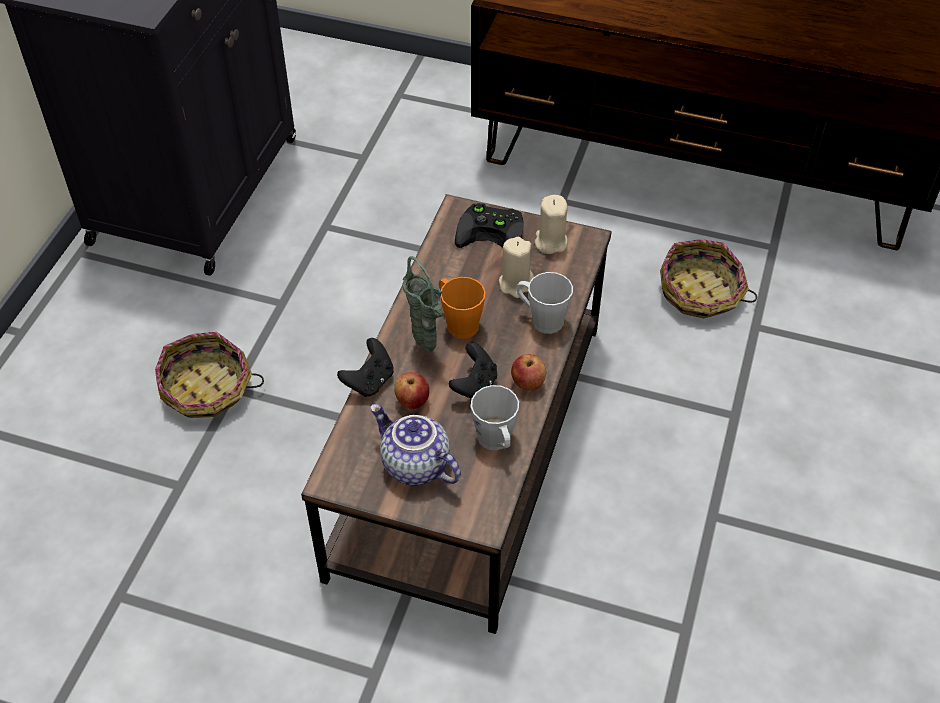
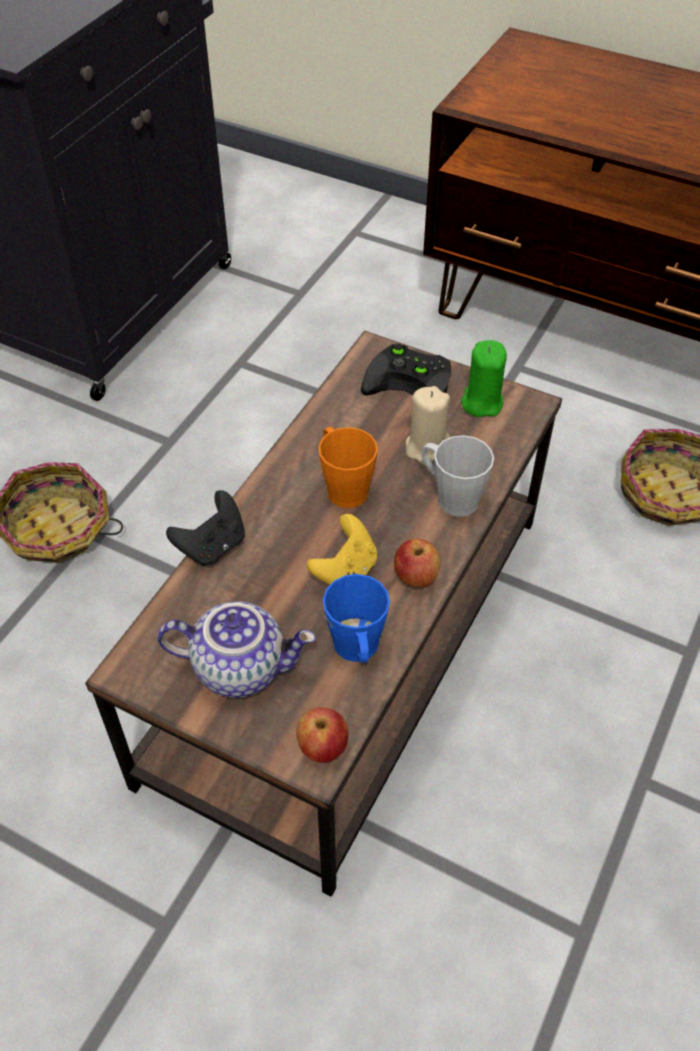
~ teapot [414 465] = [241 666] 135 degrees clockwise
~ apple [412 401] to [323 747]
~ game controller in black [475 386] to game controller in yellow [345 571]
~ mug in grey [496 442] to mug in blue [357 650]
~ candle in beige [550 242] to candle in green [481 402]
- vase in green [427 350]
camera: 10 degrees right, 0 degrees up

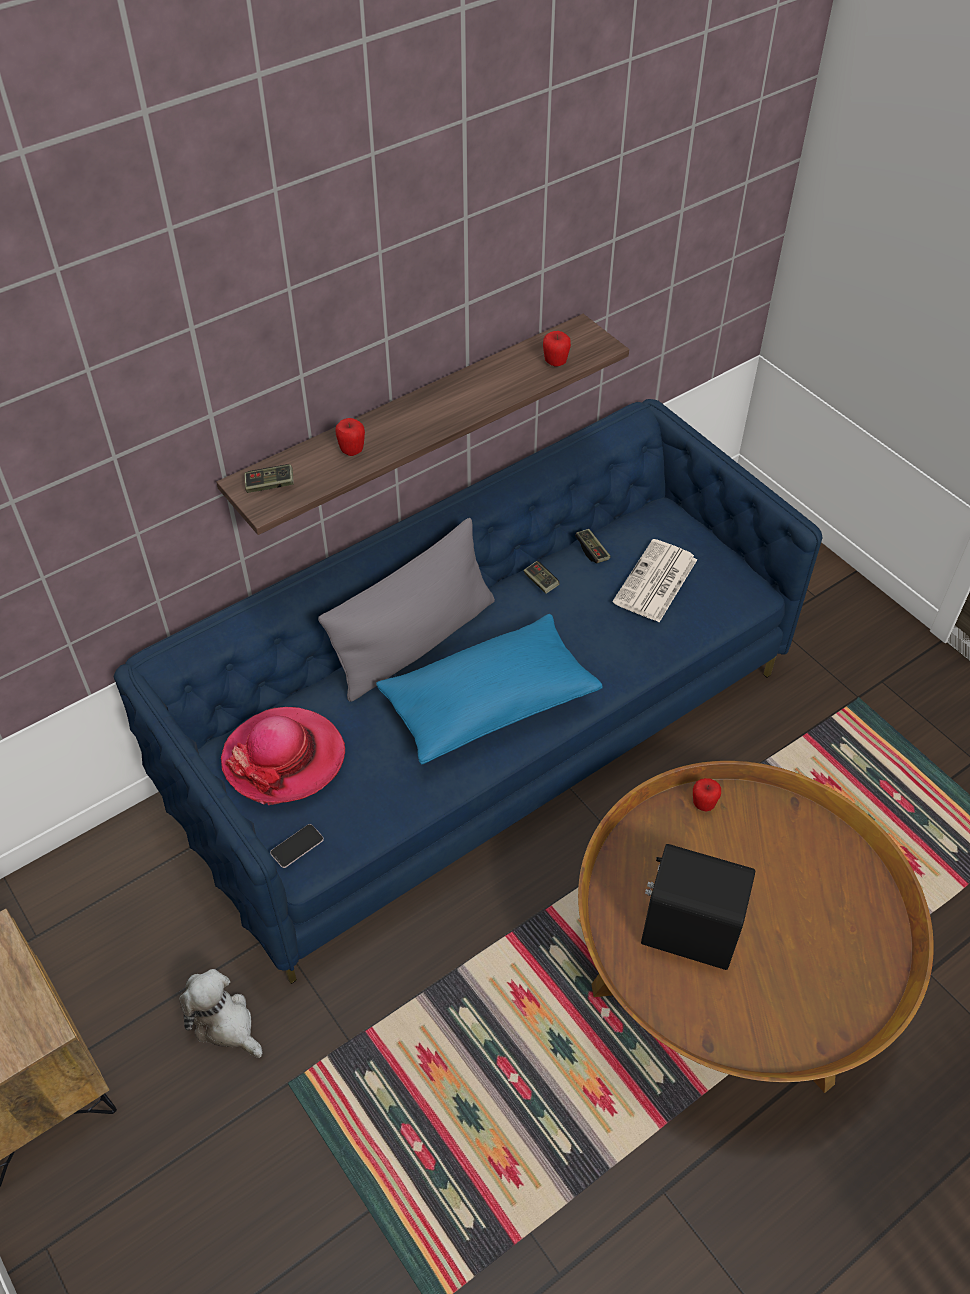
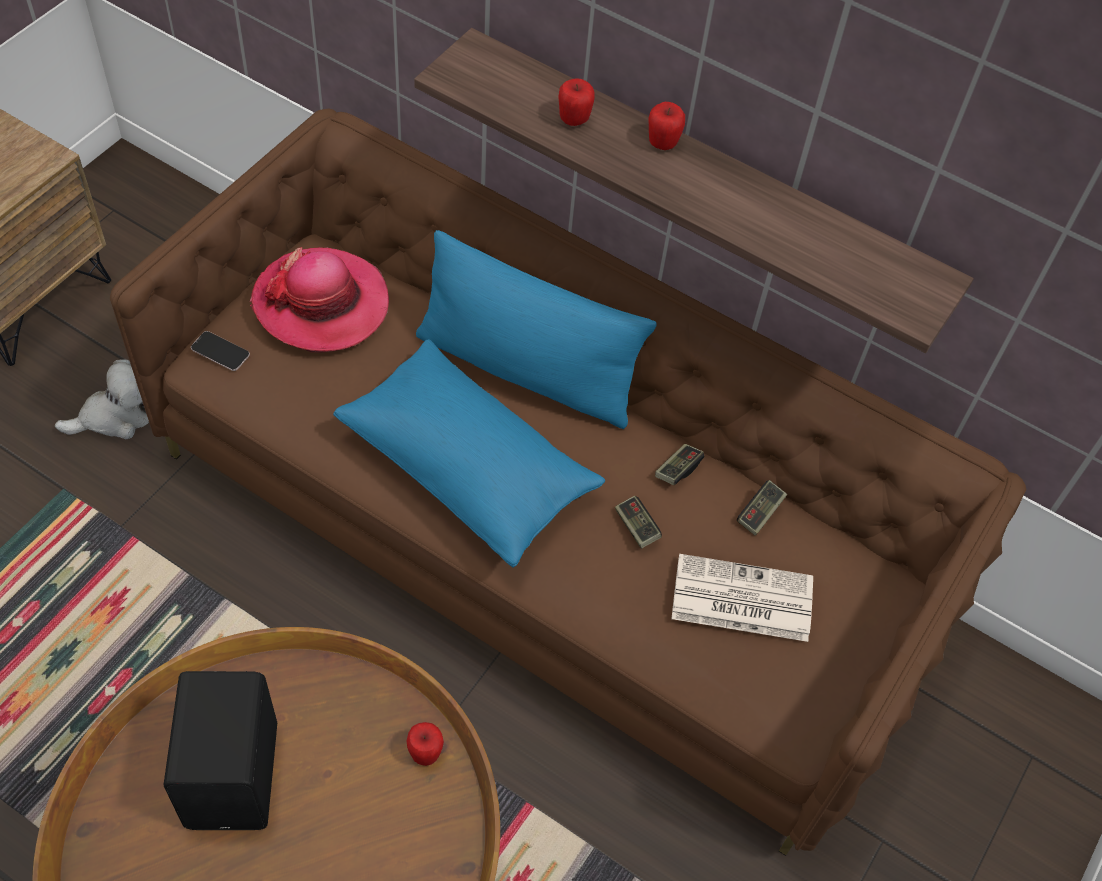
~ plush toy [224 1023] = [116 416] 45 degrees clockwise
~ sofa in blue [485 735] to sofa in brown [541 538]
~ pillow in grey [415 642] to pillow in blue [526 370]
~ game controller [270 485] to [636 527]
~ apple [555 363] to [662 144]
camera: 65 degrees right, 5 degrees up

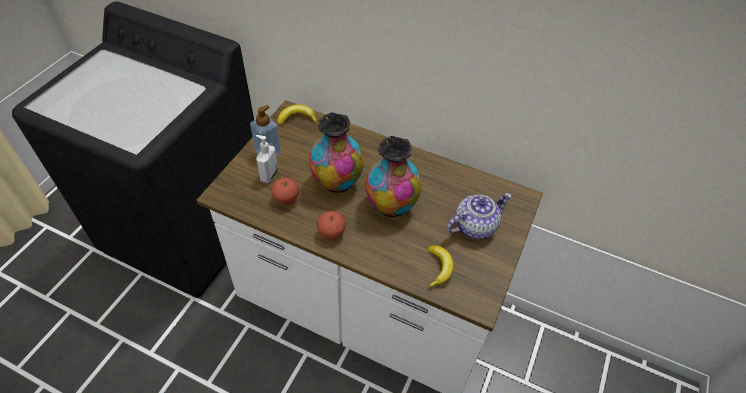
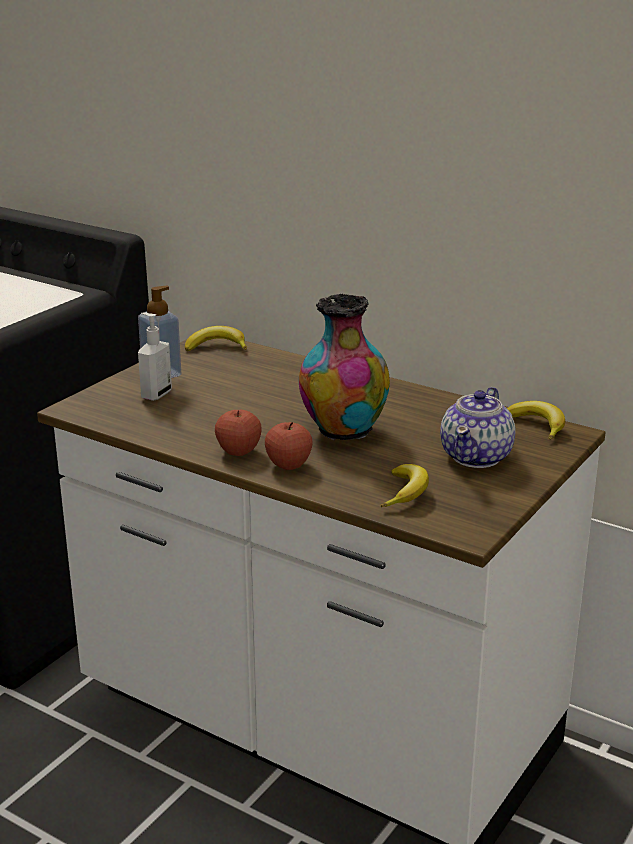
~ apple [286 199] to [288 465]
~ teapot [474 226] = [477 456] 135 degrees clockwise
+ banana [536 425]
- vase [336 182]
camera: 10 degrees right, 25 degrees down

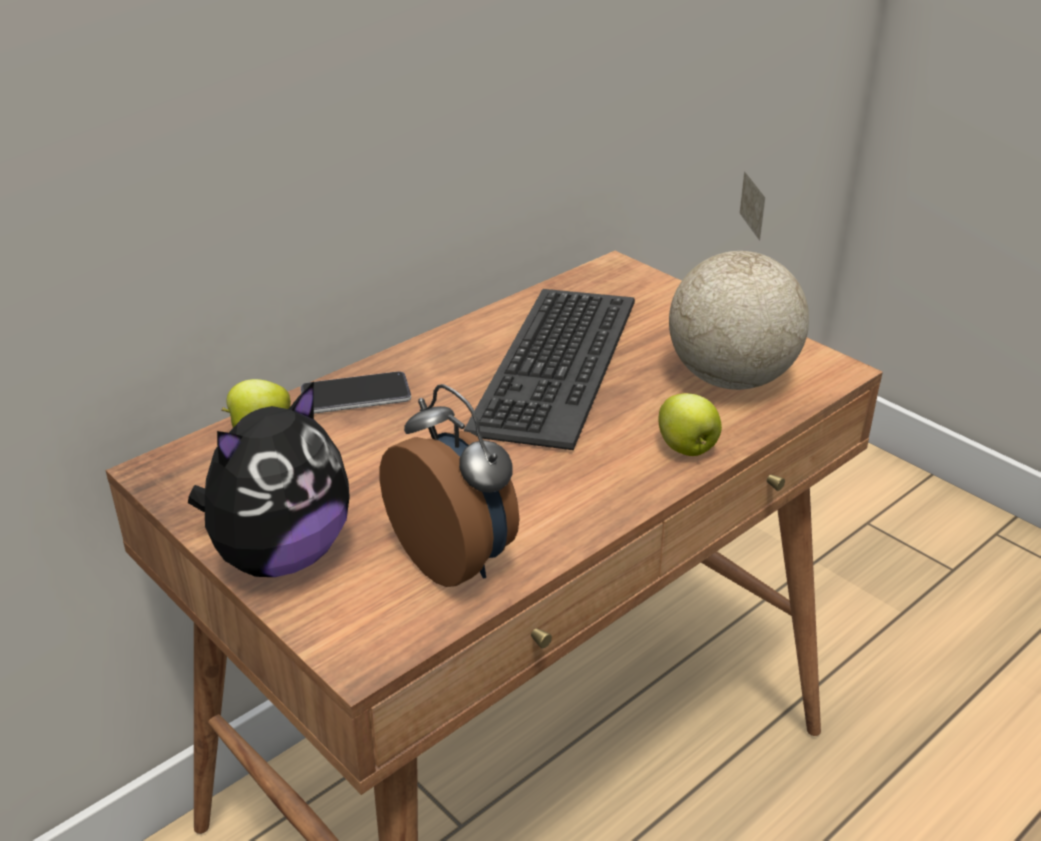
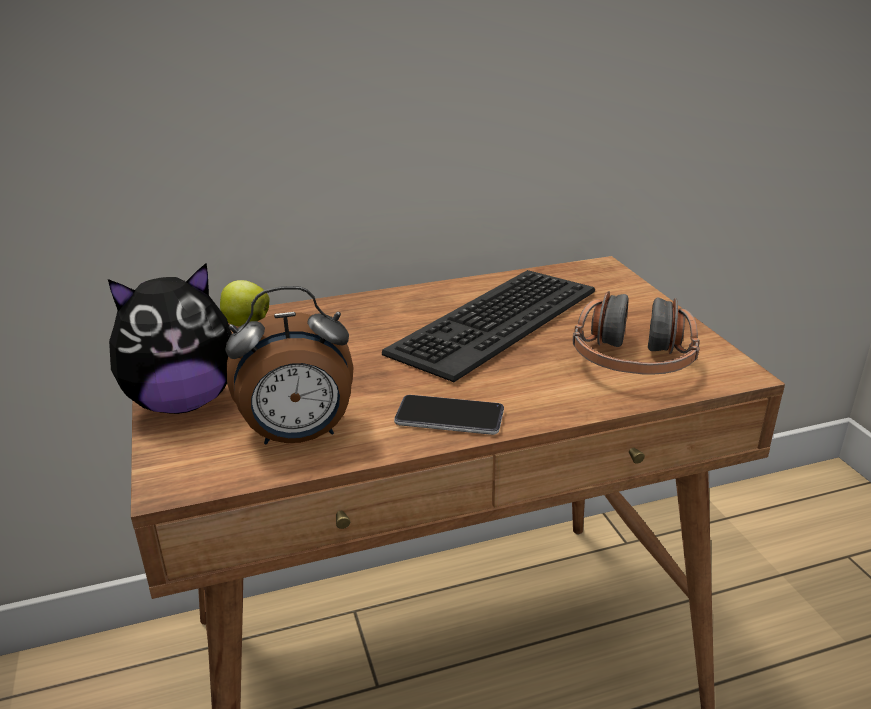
~ alarm clock [456 559] = [299 436] 90 degrees clockwise
~ phone [355 395] to [449 417]
~ globe [730 380] to headphones [632 361]
- apple [687 449]
camera: 25 degrees right, 5 degrees down

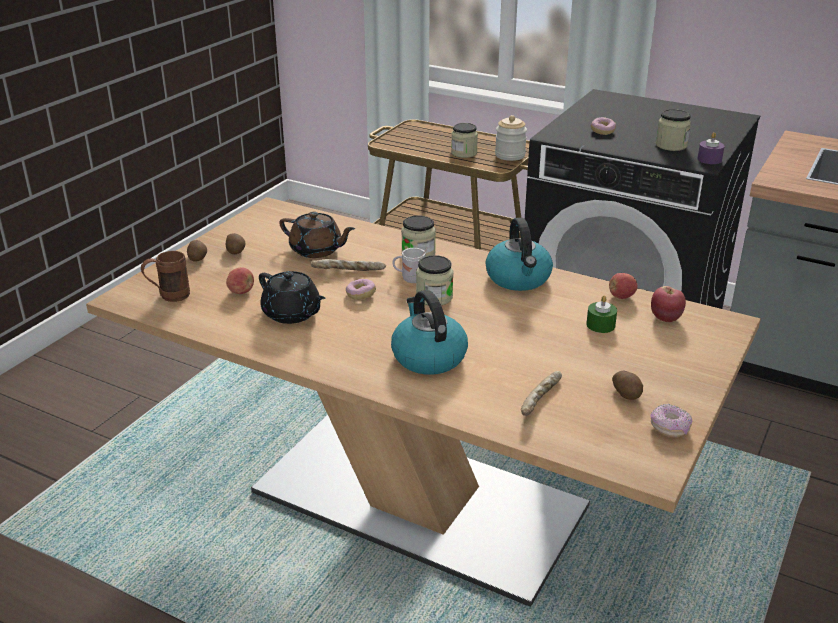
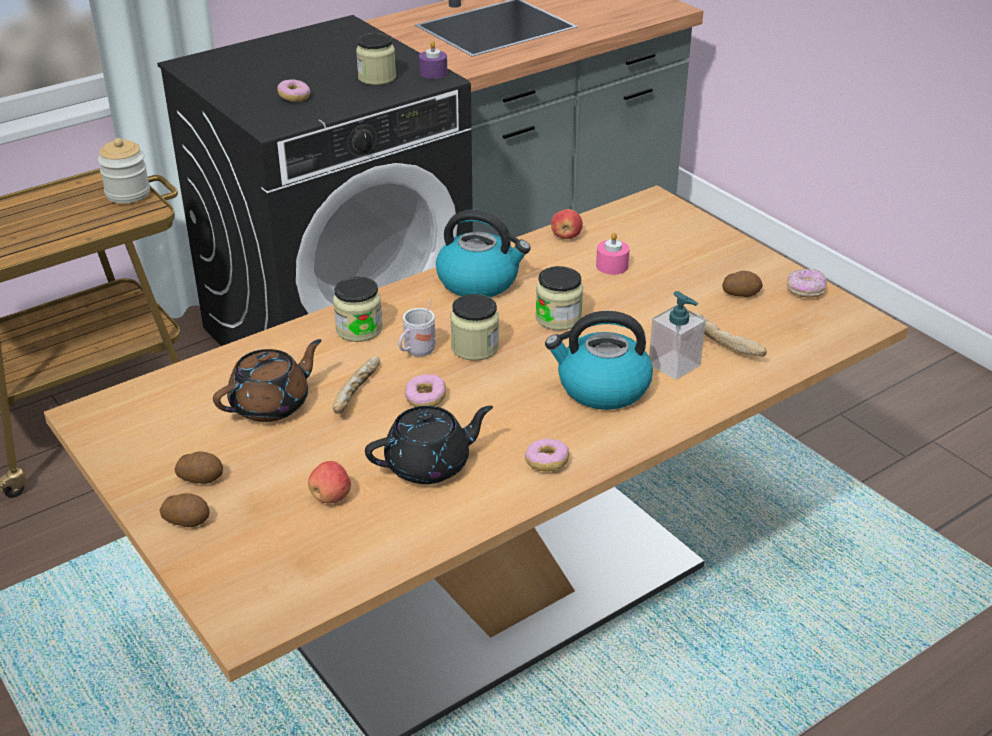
+ donut [547 463]
~ jar [464 153] to [558 318]
~ candle in green [600 325] to candle in pink [612 266]
+ soap dispenser [674 365]
- mug in brown [168 297]
- apple [666 318]
camera: 65 degrees left, 5 degrees up

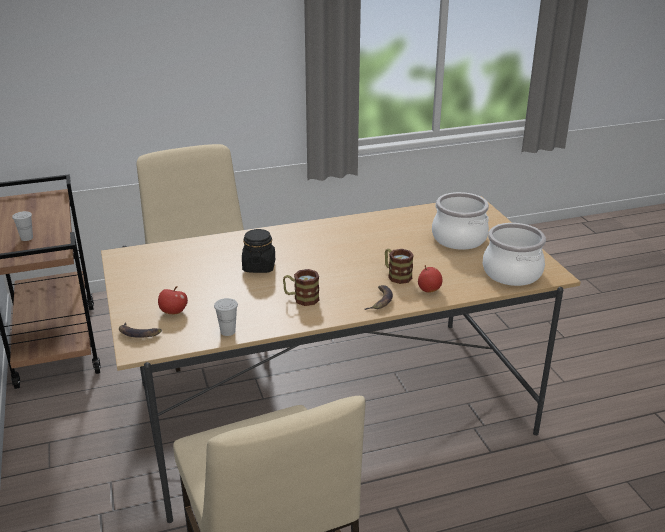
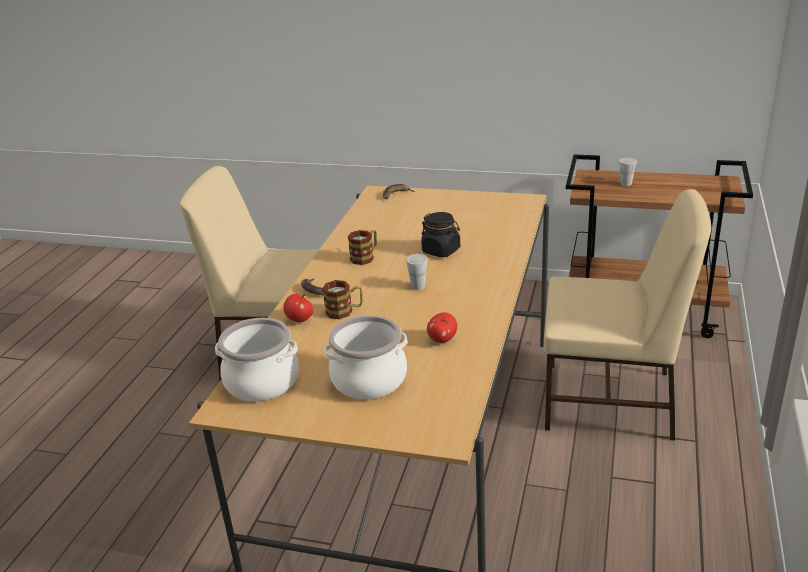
~ cup in white [228 331] to [418 286]
~ apple [173 312] to [442 339]
camera: 125 degrees right, 0 degrees up

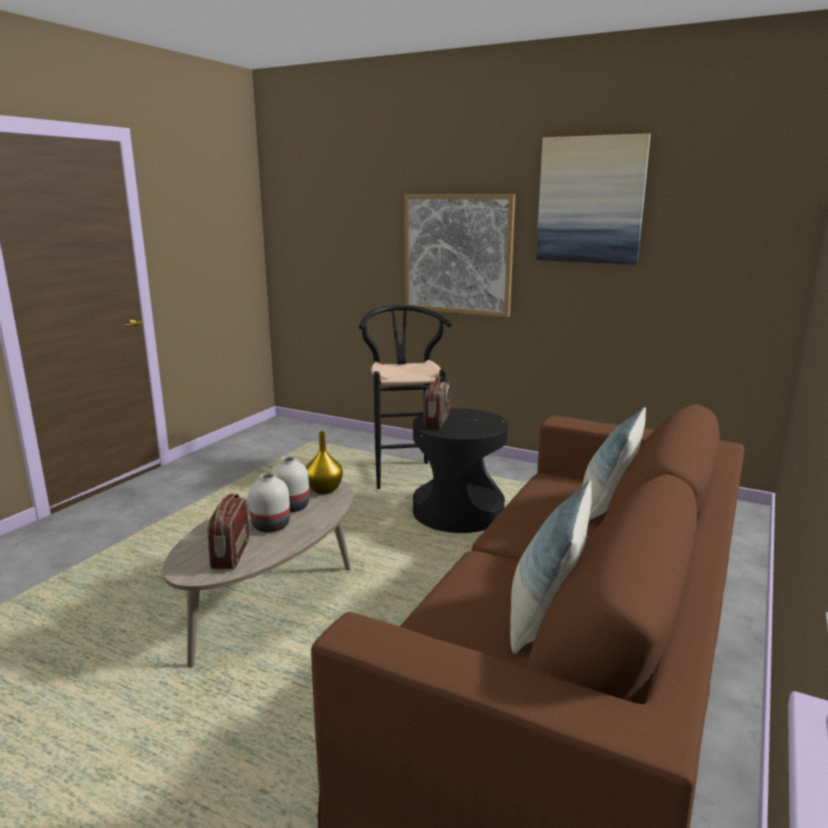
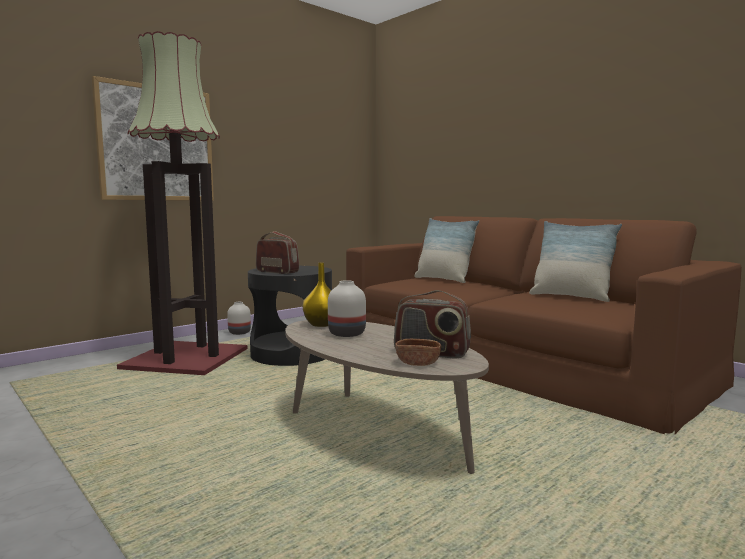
~ stool in black [405 472] to floor lamp [186 358]
~ vase in white [272 525] to [239 332]
+ bowl in brown [417 363]
- picture [590 200]
camera: 70 degrees left, 10 degrees down

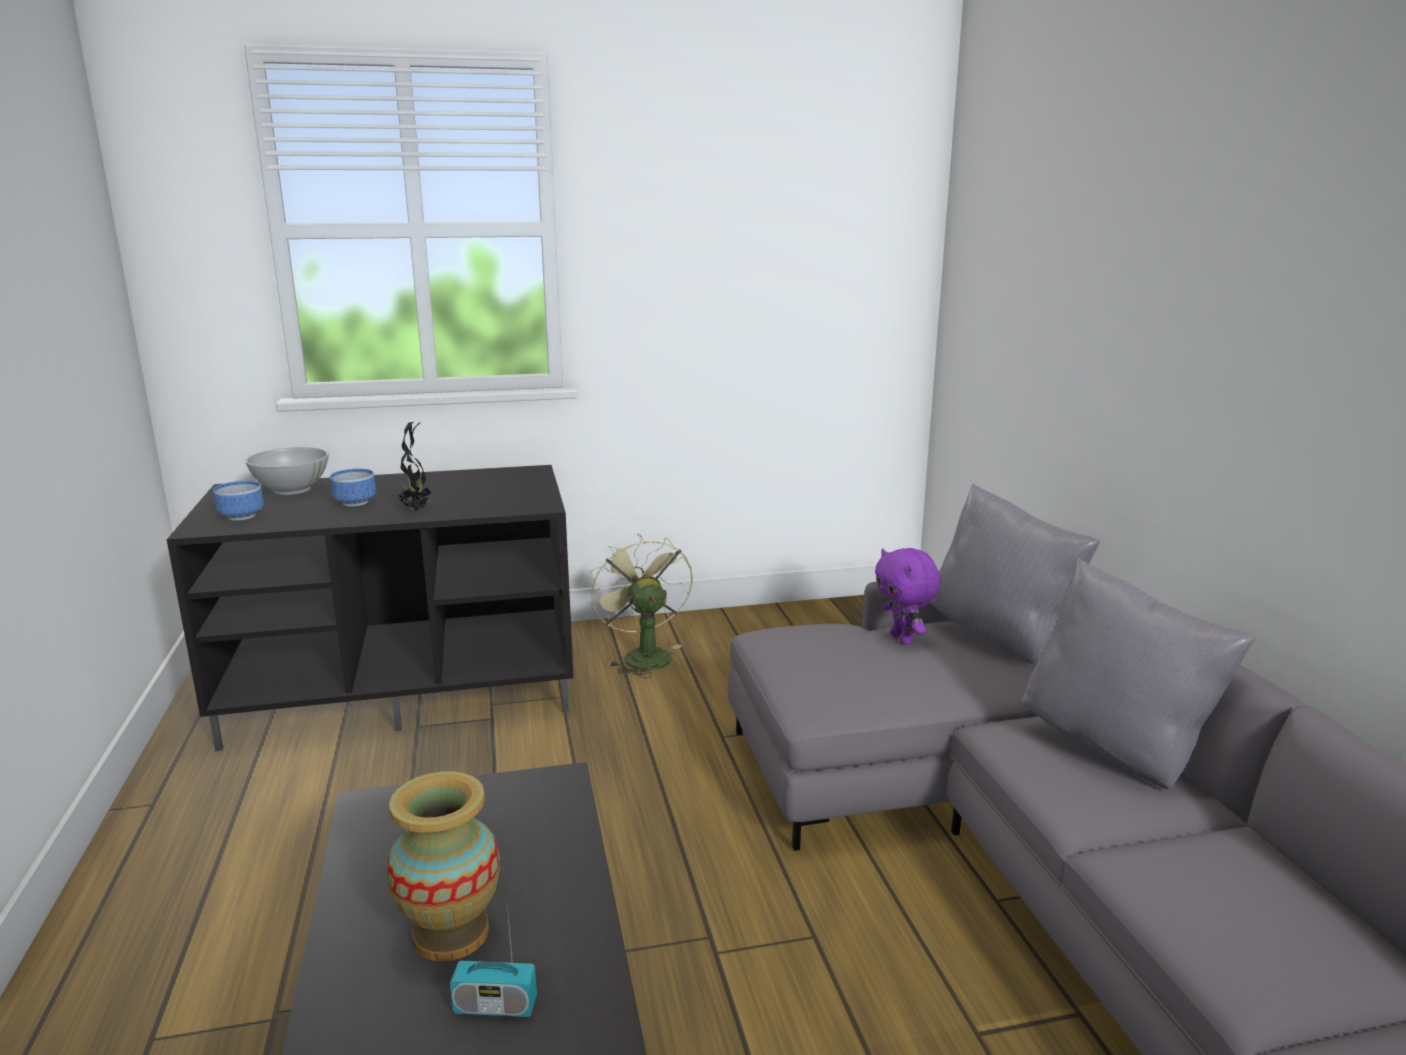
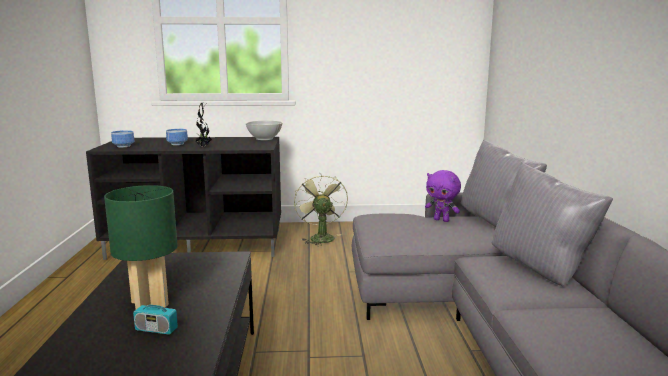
~ vase [451 934] to table lamp in green [150 303]
~ bowl in white [291 489] to [264 139]
~ plush toy in purple [903 639] = [442 220] 45 degrees counterclockwise
camera: 10 degrees right, 5 degrees down

